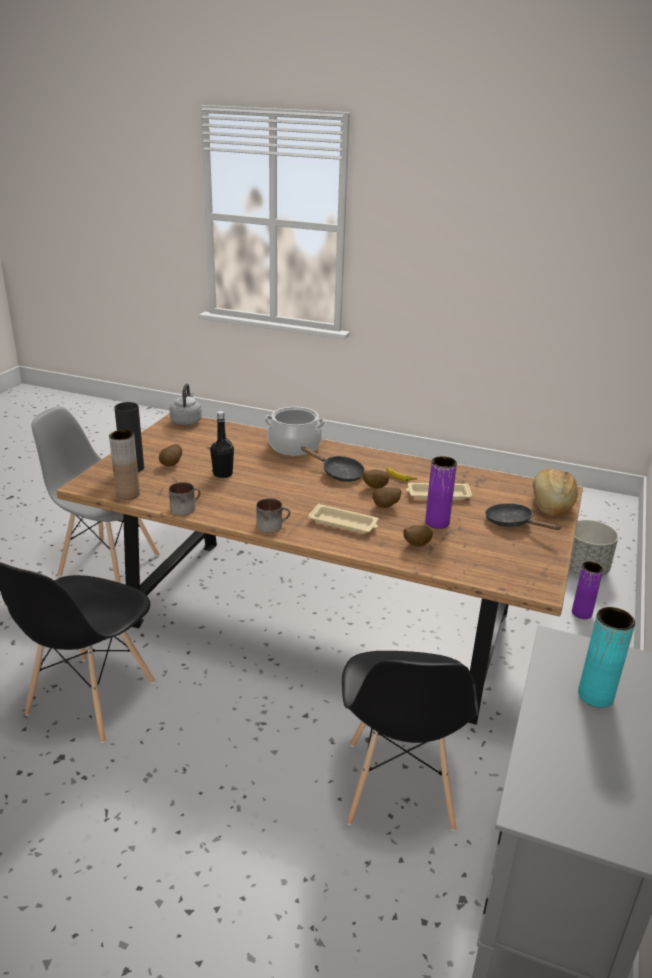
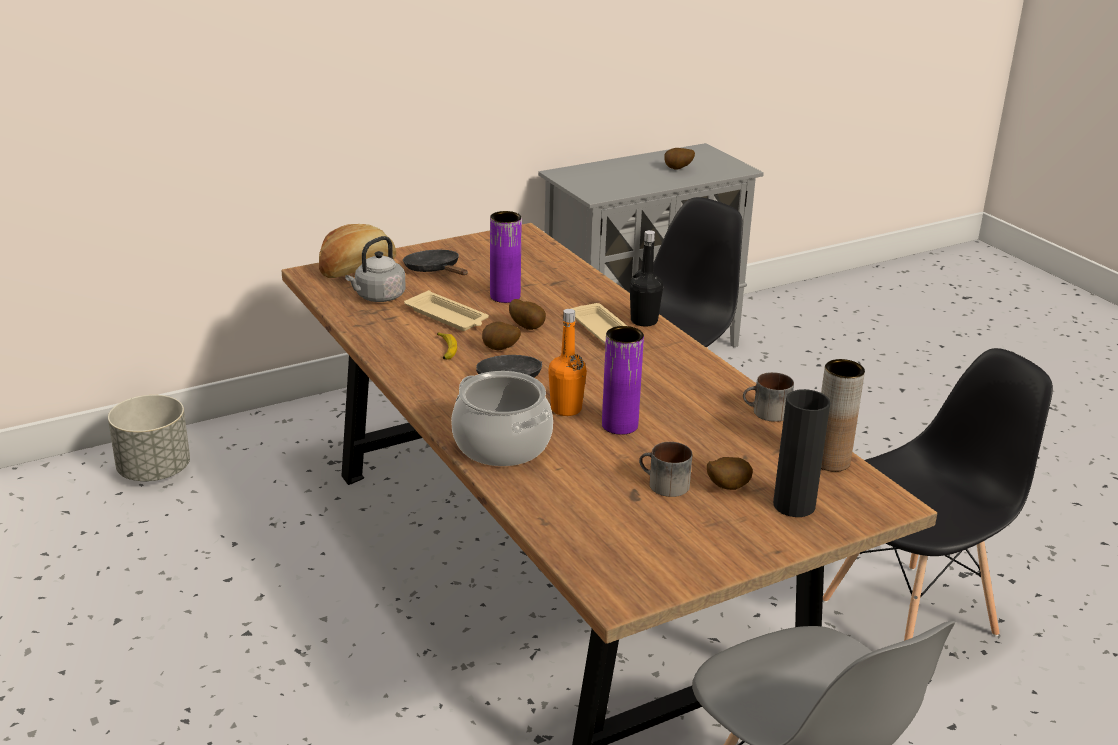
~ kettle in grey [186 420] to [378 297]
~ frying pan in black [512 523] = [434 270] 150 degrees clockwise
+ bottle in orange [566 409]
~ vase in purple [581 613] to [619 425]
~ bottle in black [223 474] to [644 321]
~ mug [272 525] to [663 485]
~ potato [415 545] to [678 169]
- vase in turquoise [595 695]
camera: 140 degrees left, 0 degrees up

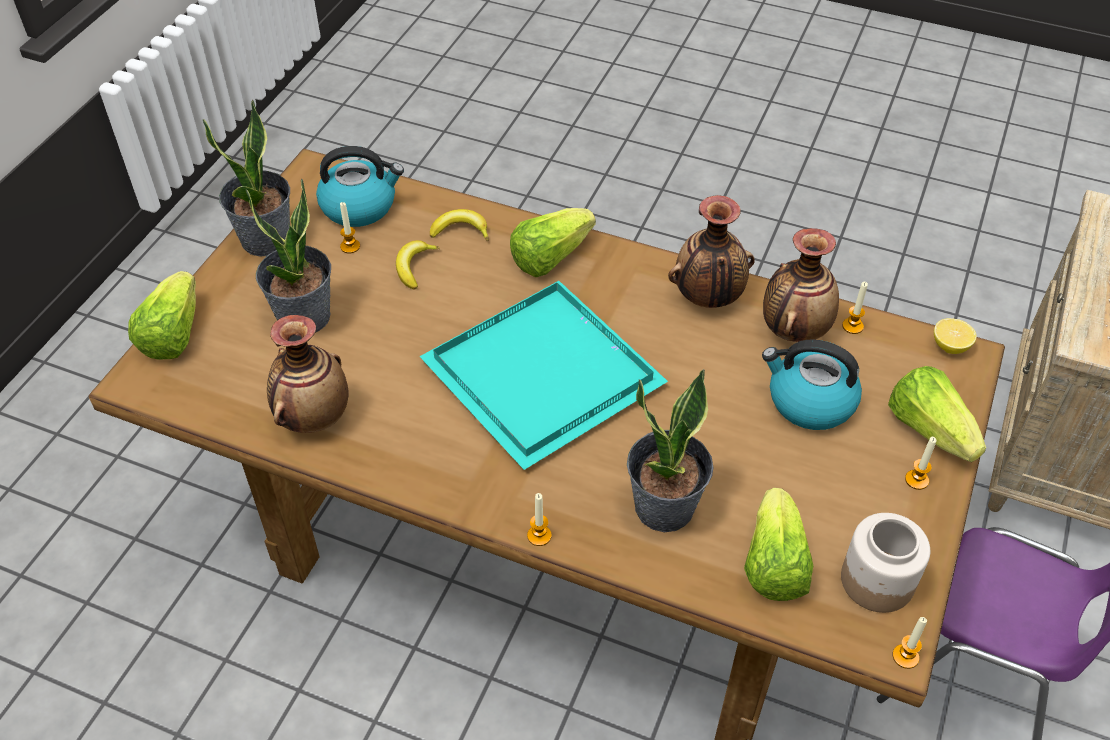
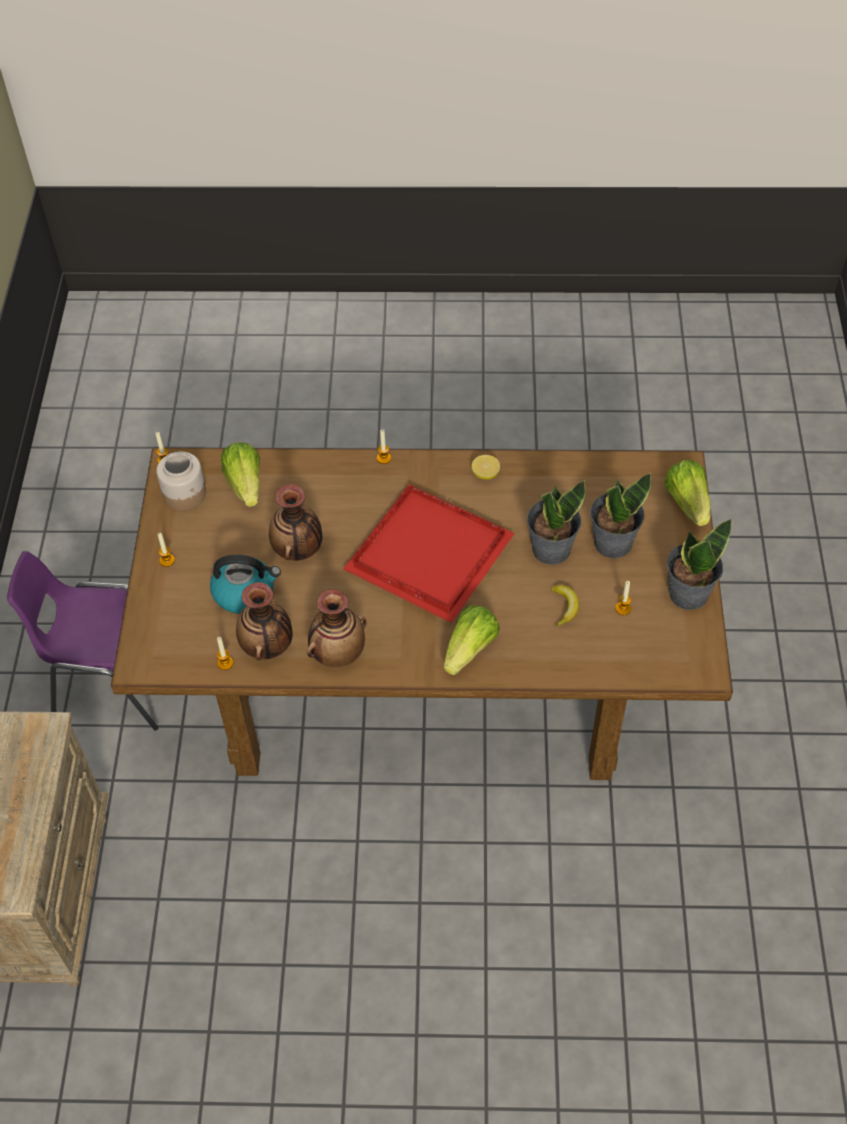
~ vase [313 416] to [298 550]
~ tray in turquoise [547 375] to tray in red [426 555]
~ lemon [950 346] to [485 474]
~ potted plant [665 508] to [550 549]
- kettle [360 206]
- banana [460 230]
- lettuce [929 429]
camera: 160 degrees right, 5 degrees up

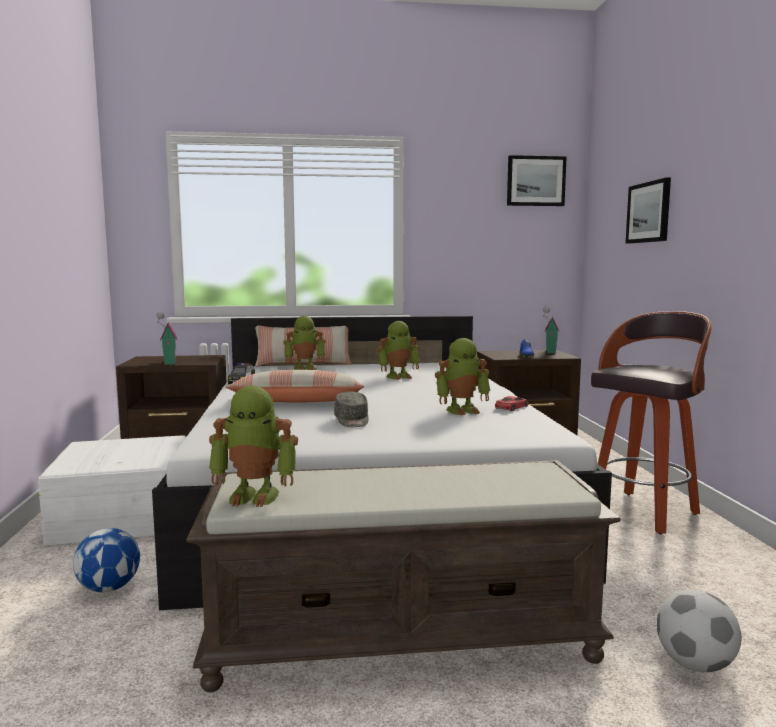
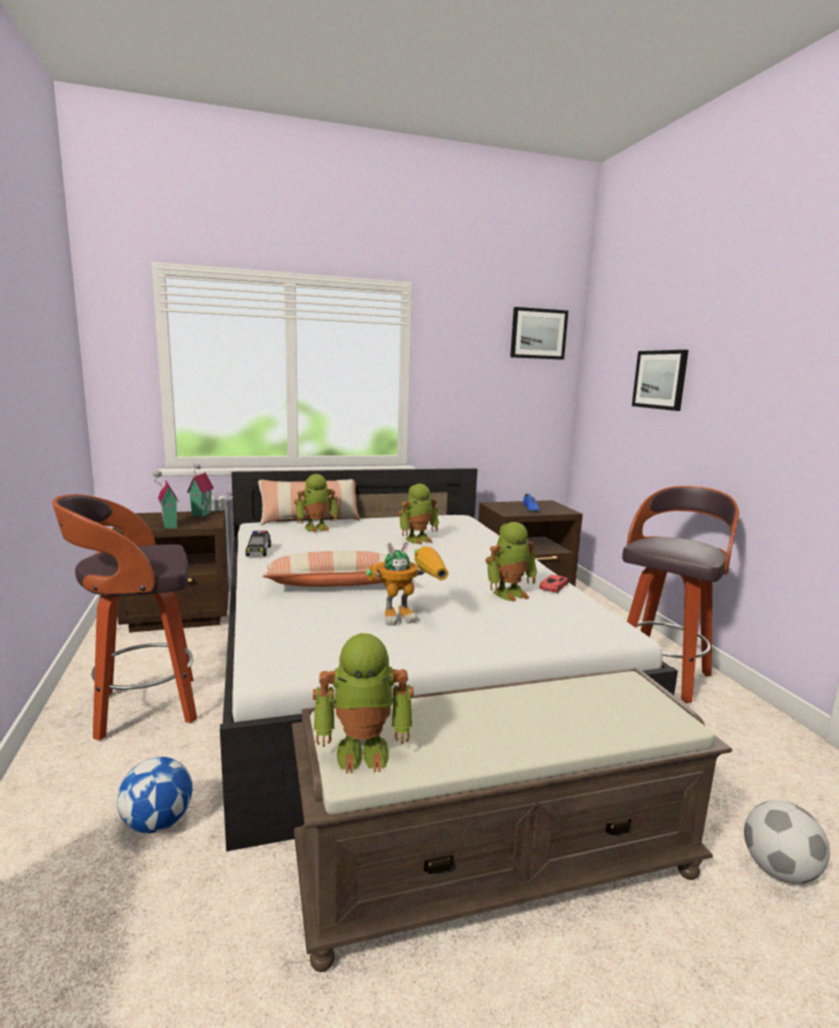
~ storage box in white [124 514] to stool [143 709]
~ toy house [549 352] to [200 514]
~ cap in grey [352 421] to toy robot [409 615]
camera: 10 degrees left, 5 degrees up

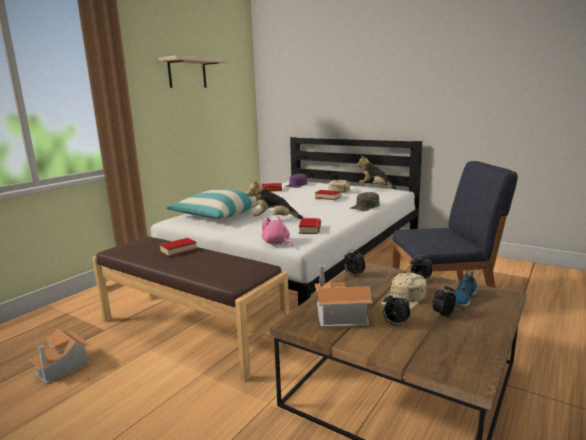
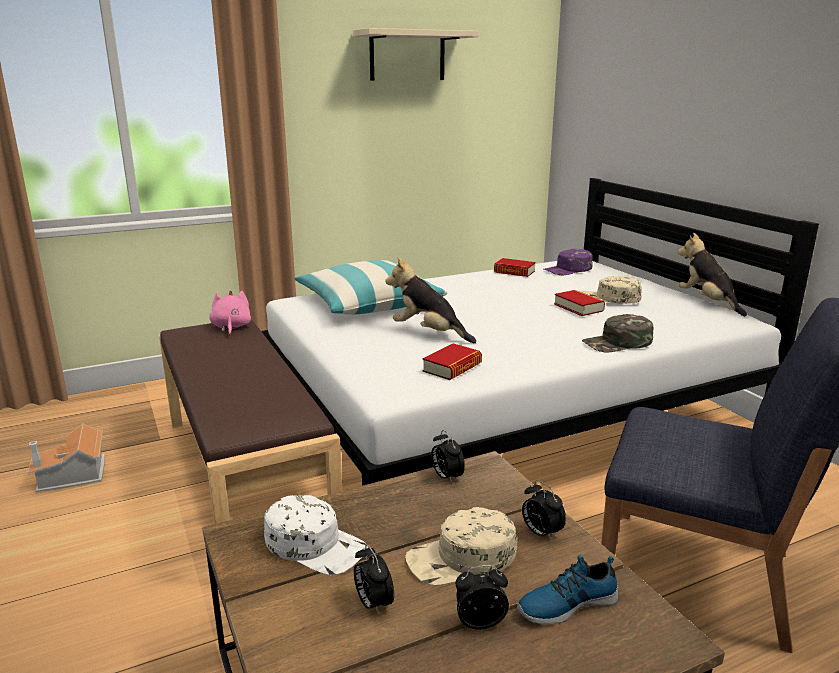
~ plush toy in pink [276 243] to [231 327]
~ toy house [337 314] to cap in white [315 545]
- book [178 250]
camera: 30 degrees right, 5 degrees up

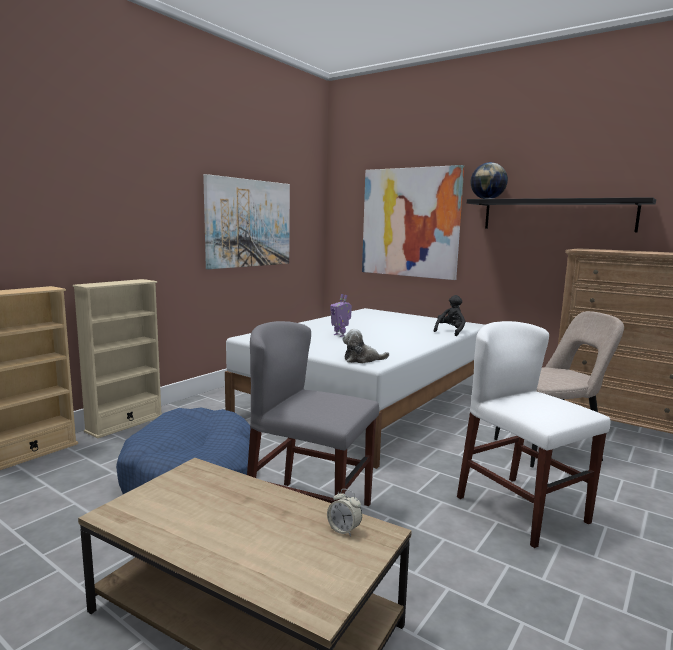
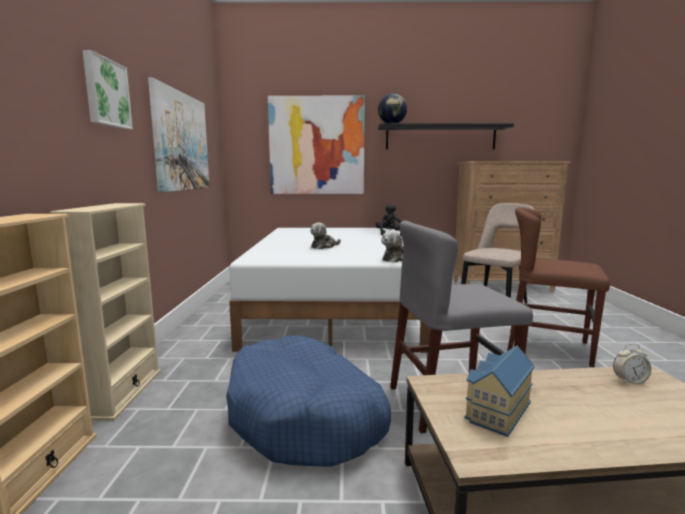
+ picture [105 93]
~ toy robot [340 335] to plush toy [324 246]
+ toy house [496 410]
~ chair in white [522 509] to chair in brown [548 347]
camera: 35 degrees left, 0 degrees up

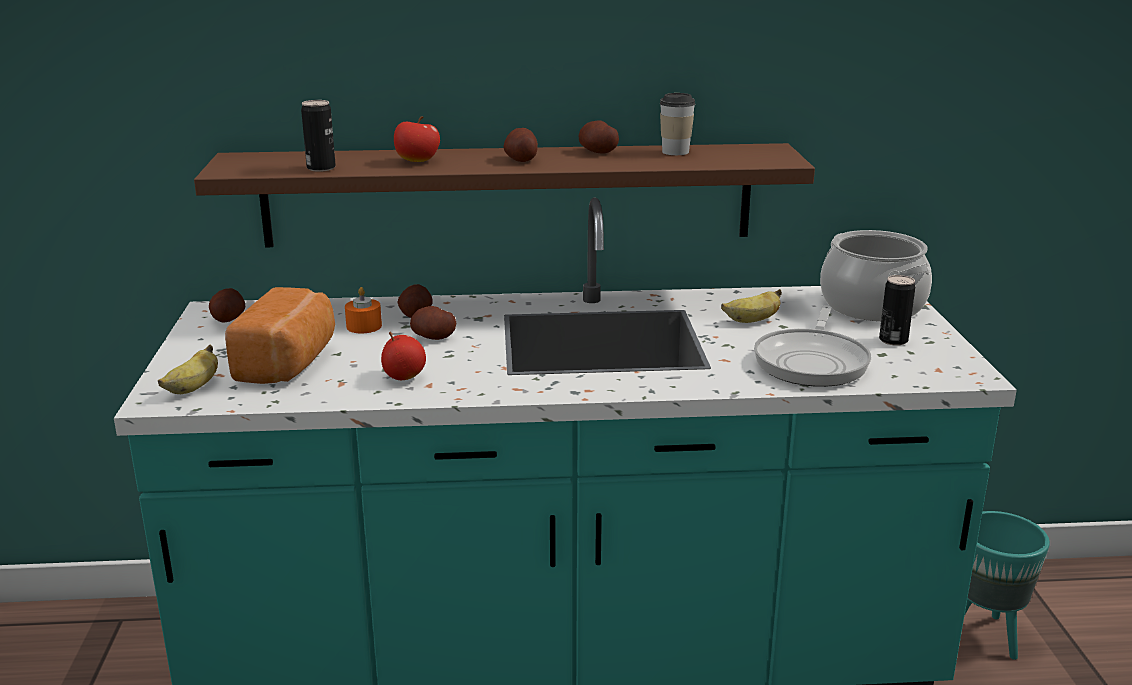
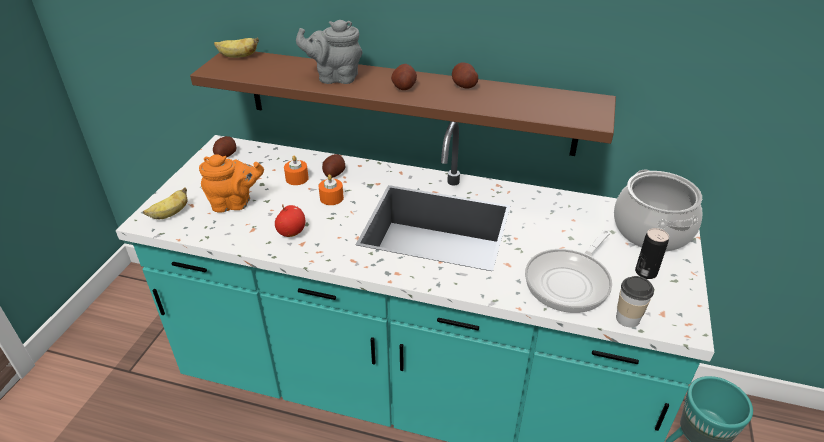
~ bread [289 363] to teapot in orange [235 203]
~ banana [752 321] to [237 56]
~ apple [417 161] to teapot in grey [335 77]
~ potato [433 337] to candle in orange [331 198]
~ cup [675 152] to [627 318]
- can [321 168]
camera: 20 degrees right, 15 degrees up

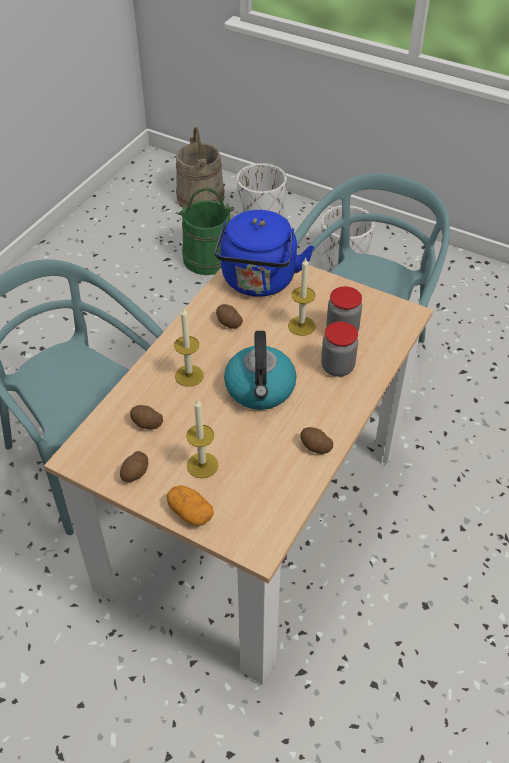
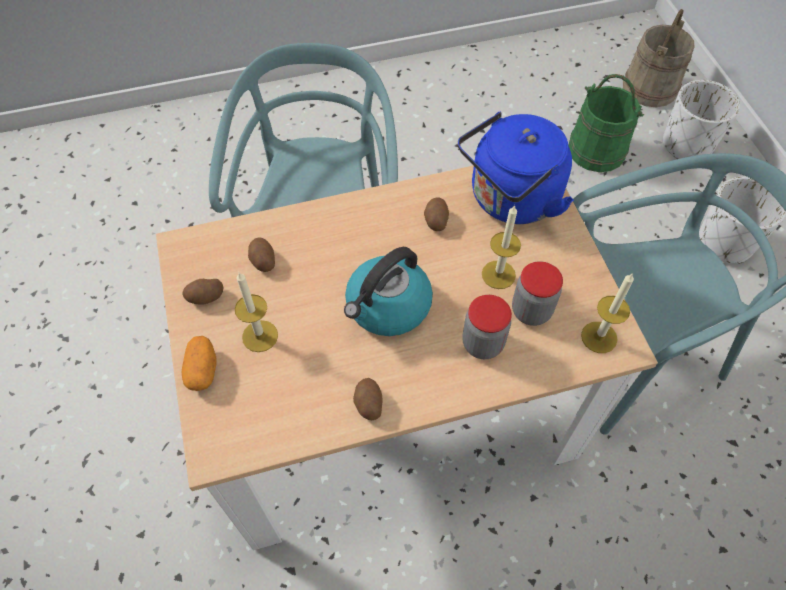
~ candle [189 375] to [599 337]
camera: 45 degrees right, 10 degrees up

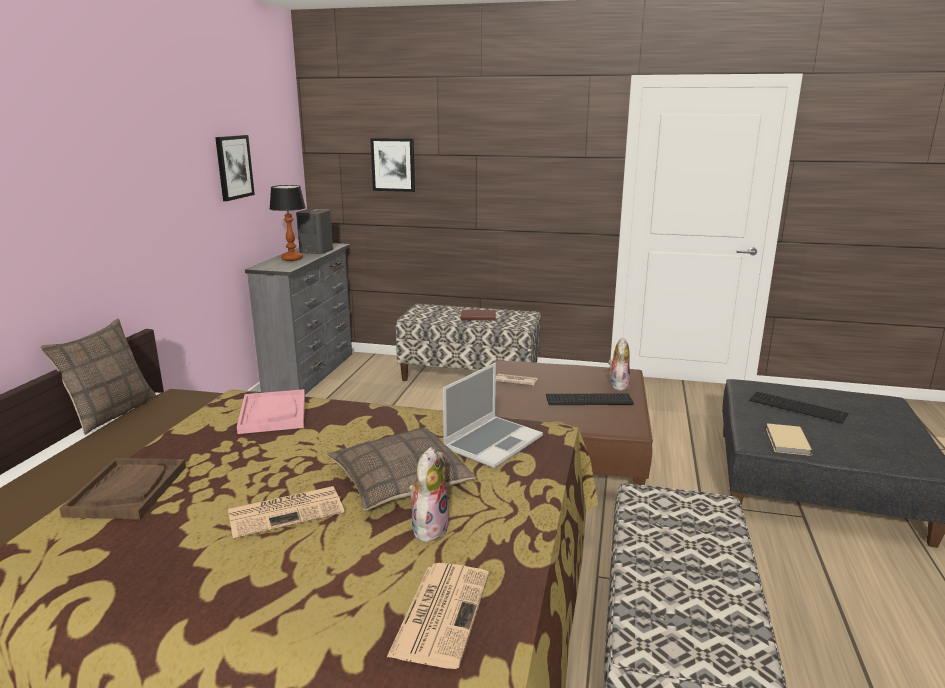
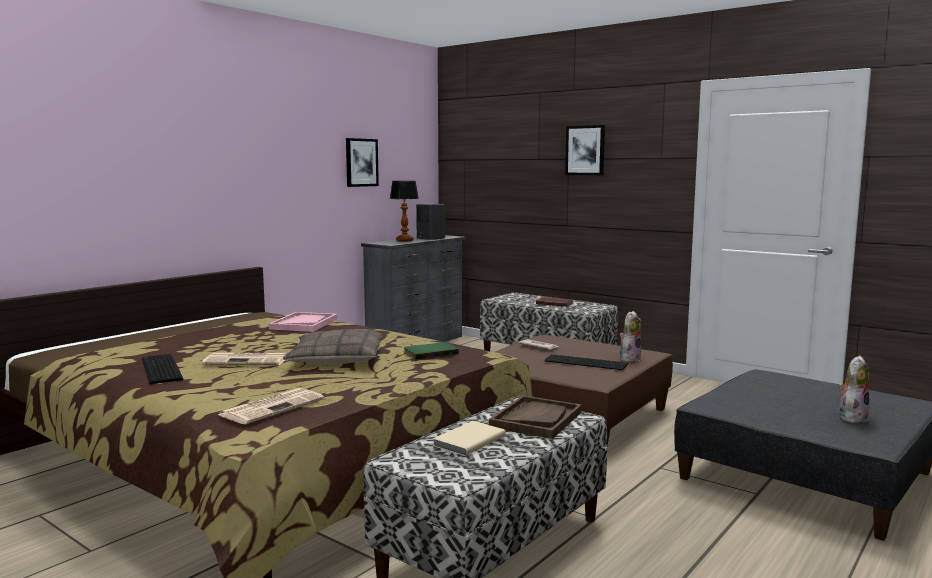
~ keyboard [798 408] to [159 369]
~ laptop [493 442] to book in green [430 353]
~ book in beige [786 441] to [467 441]
~ tray in brown [127 490] to [536 419]
~ picture [393 164] to [585 150]
~ plush toy [429 527] to [851 417]
- pillow [111 413]
camera: 25 degrees right, 10 degrees down

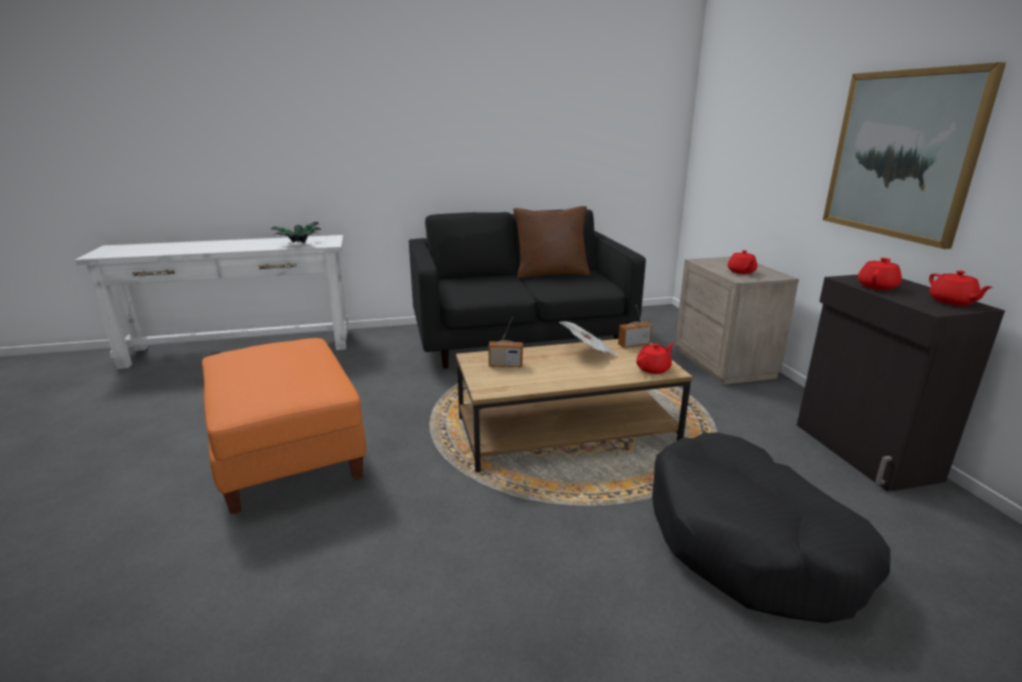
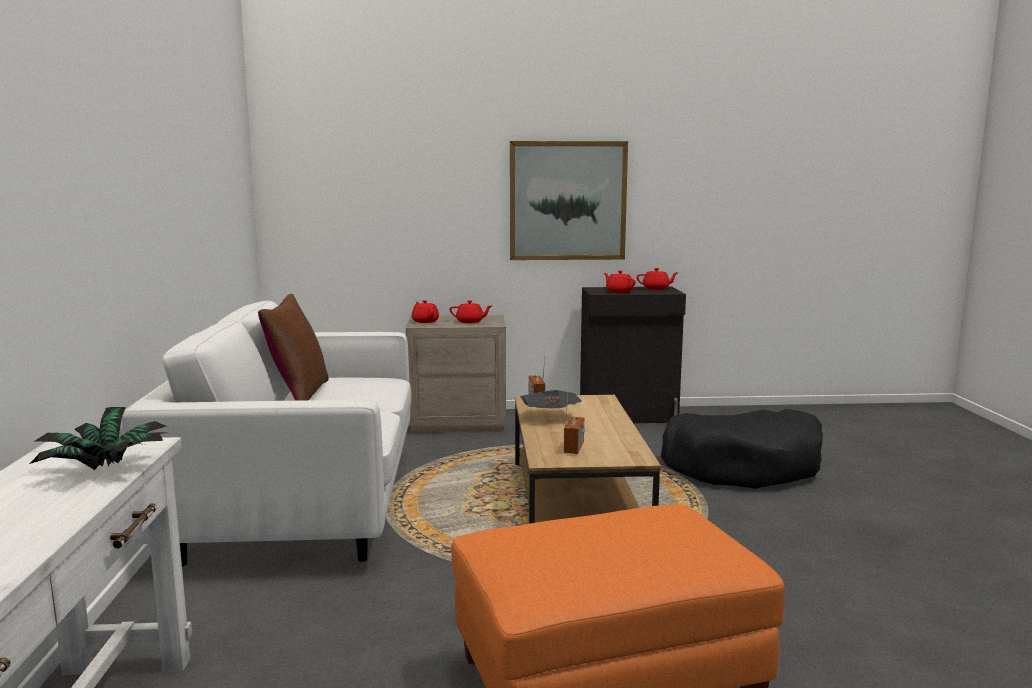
~ sofa in black [519 340] to sofa in white [303 503]
~ teapot in red [654 369] to [425 321]
camera: 80 degrees left, 10 degrees down

